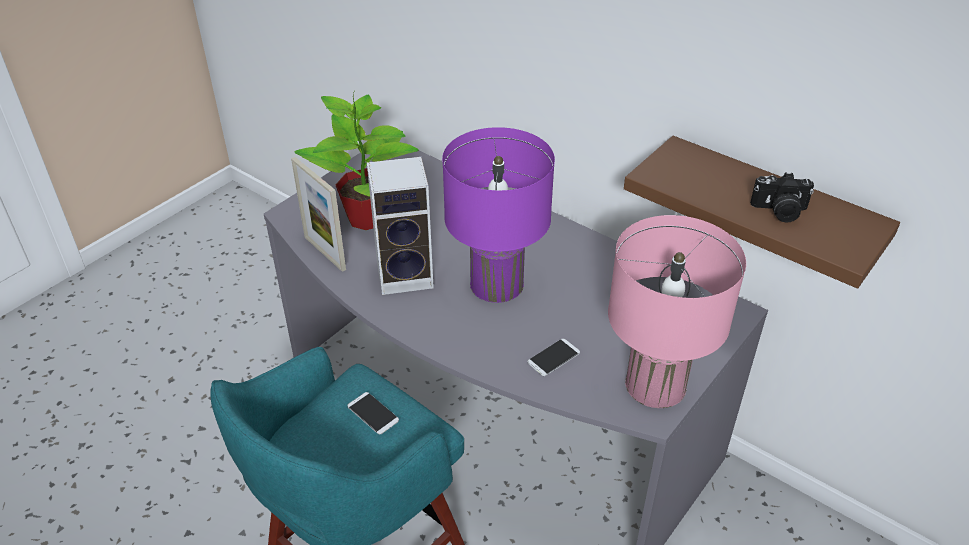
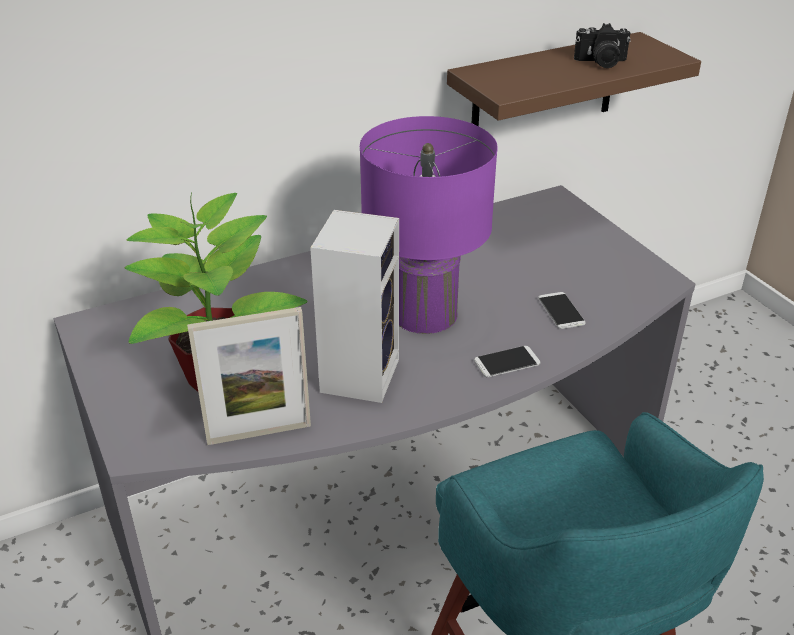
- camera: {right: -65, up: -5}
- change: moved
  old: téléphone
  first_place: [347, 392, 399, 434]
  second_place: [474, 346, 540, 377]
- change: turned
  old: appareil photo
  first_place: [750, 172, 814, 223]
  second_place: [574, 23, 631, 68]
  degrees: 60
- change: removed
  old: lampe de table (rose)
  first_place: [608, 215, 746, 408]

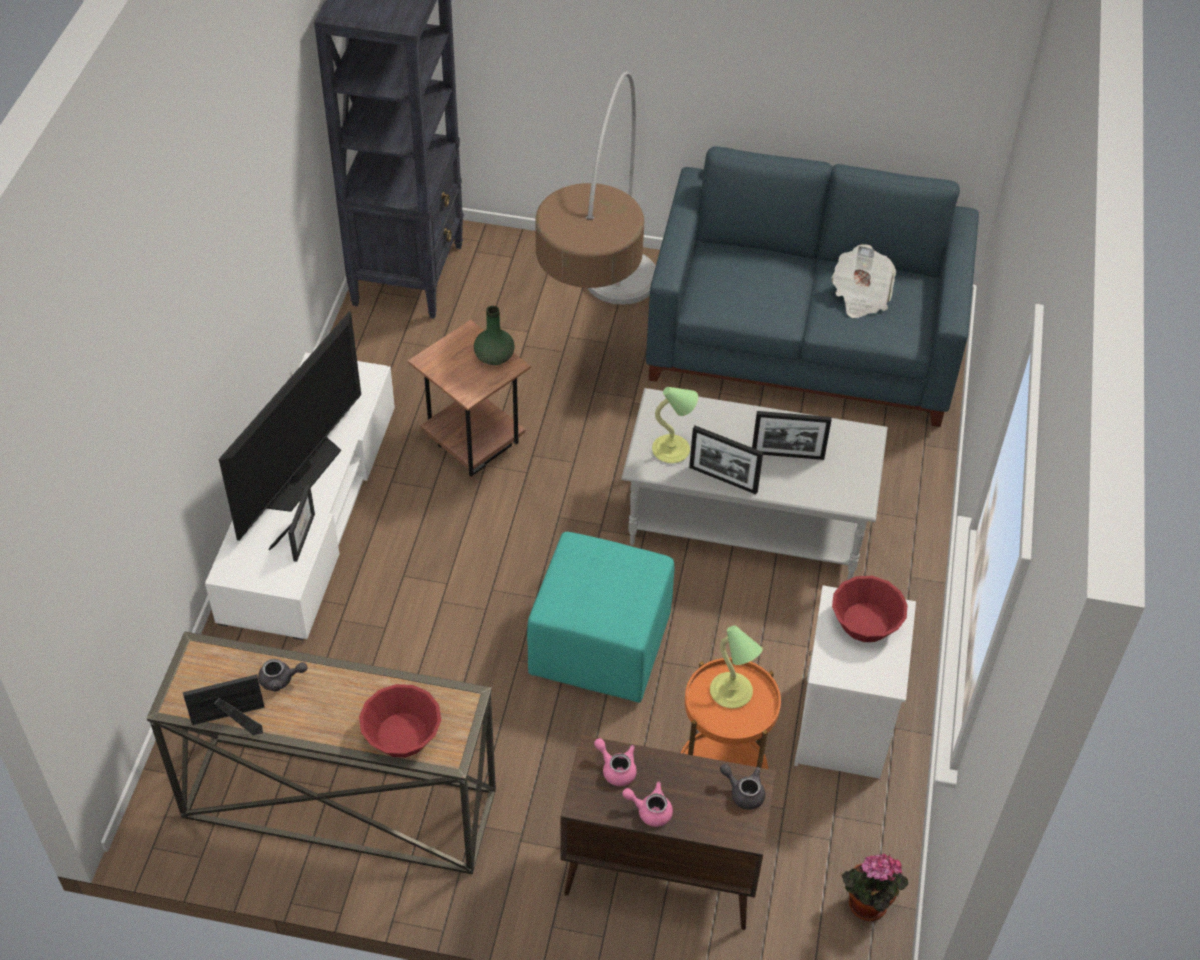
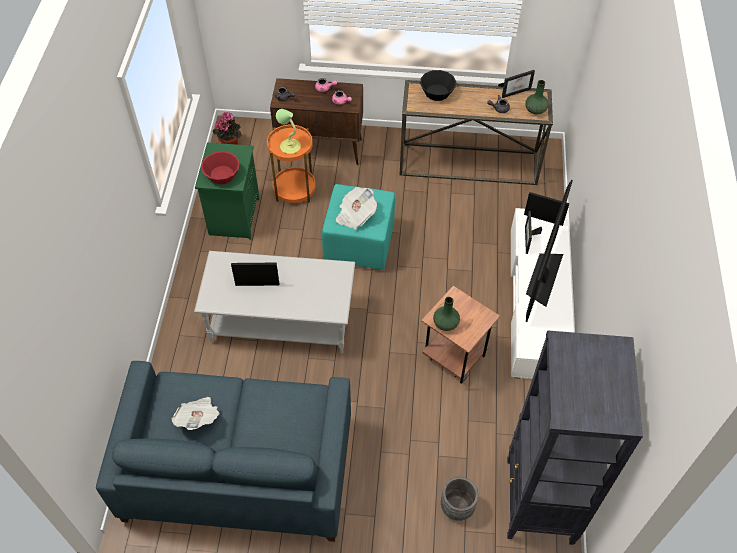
- camera: {right: 175, up: 5}
- change: recoloured
  old: table de chevet (blanc)
  new: table de chevet (vert)
  first_place: [794, 586, 916, 778]
  second_place: [195, 143, 260, 240]
- change: added
  new: journal
  second_place: [336, 187, 377, 229]
- change: recoloured
  old: bol (rouge)
  new: bol (noir)
  first_place: [359, 684, 441, 758]
  second_place: [420, 70, 456, 101]
- change: added
  new: cache-pot (gris)
  second_place: [441, 477, 478, 521]
- change: moved
  old: cadre photo
  first_place: [689, 426, 763, 494]
  second_place: [524, 192, 570, 226]
- change: added
  new: vase (vert)
  second_place: [525, 80, 549, 115]
- change: removed
  old: lampadaire
  first_place: [535, 71, 656, 305]
- change: removed
  old: lampe de table
  first_place: [652, 387, 698, 463]

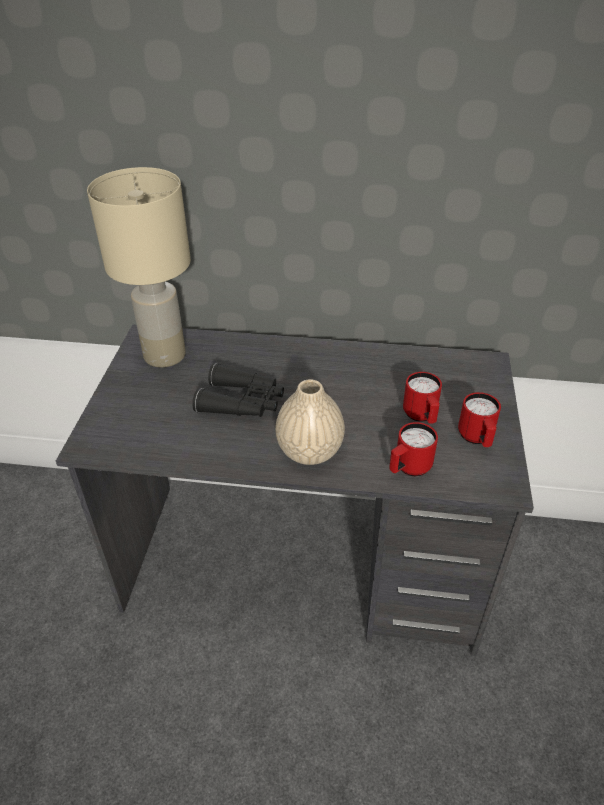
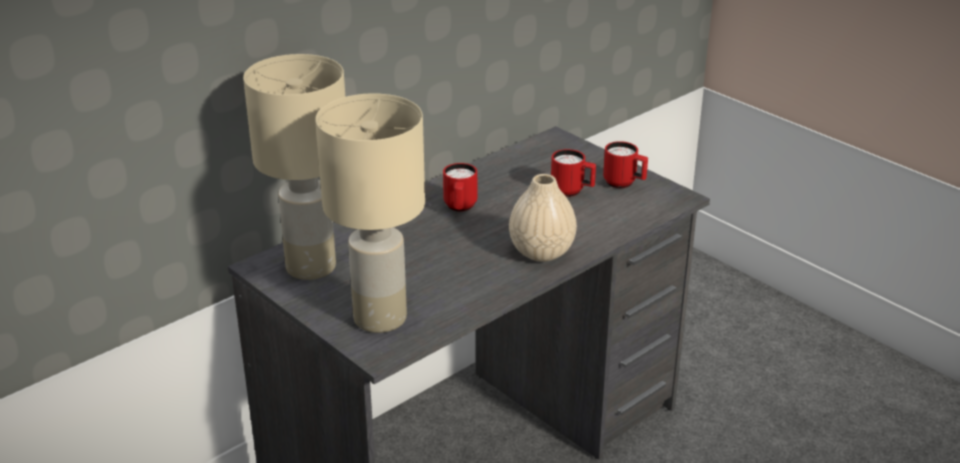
- camera: {right: -50, up: -10}
- change: added
  new: lampe de table (beige)
  second_place: [315, 93, 425, 333]
- change: moved
  old: mug (rouge)
  first_place: [389, 422, 438, 476]
  second_place: [443, 163, 477, 212]
- change: removed
  old: jumelles (noir)
  first_place: [192, 363, 284, 417]

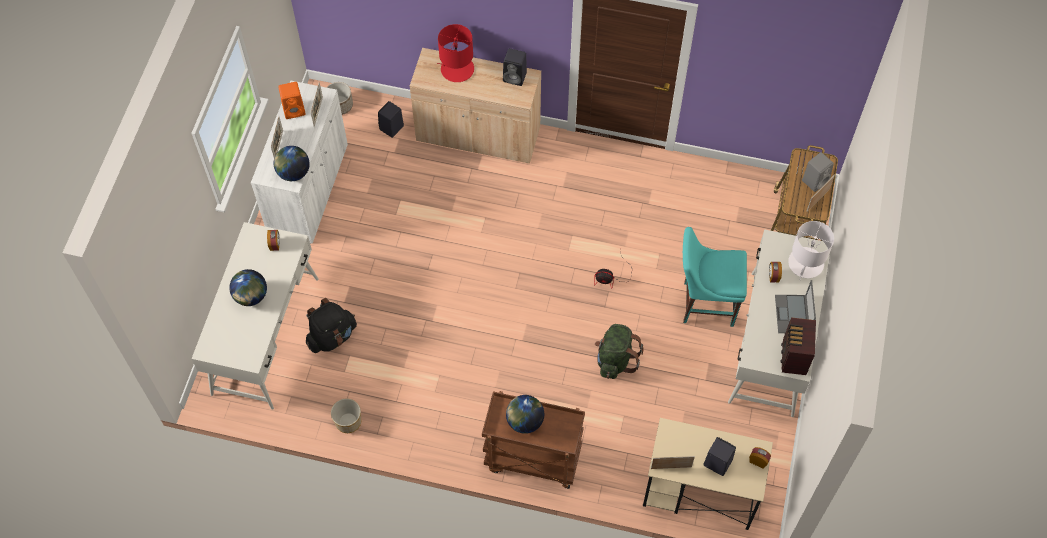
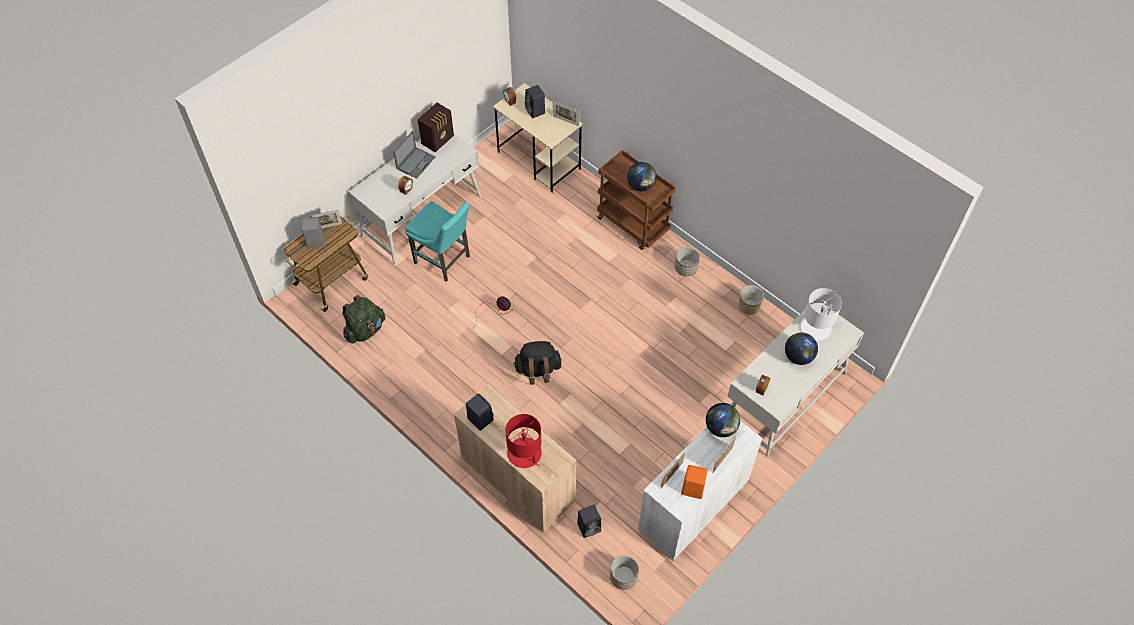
- camera: {right: -150, up: -5}
- change: moved
  old: sac à dos (vert)
  first_place: [595, 324, 644, 379]
  second_place: [342, 295, 385, 344]
- change: moved
  old: sac à dos (noir)
  first_place: [306, 298, 357, 353]
  second_place: [513, 341, 562, 385]
- change: added
  new: cache-pot
  second_place: [675, 247, 700, 276]
- change: moved
  old: lampe de table (blanc)
  first_place: [788, 221, 834, 281]
  second_place: [800, 288, 842, 341]

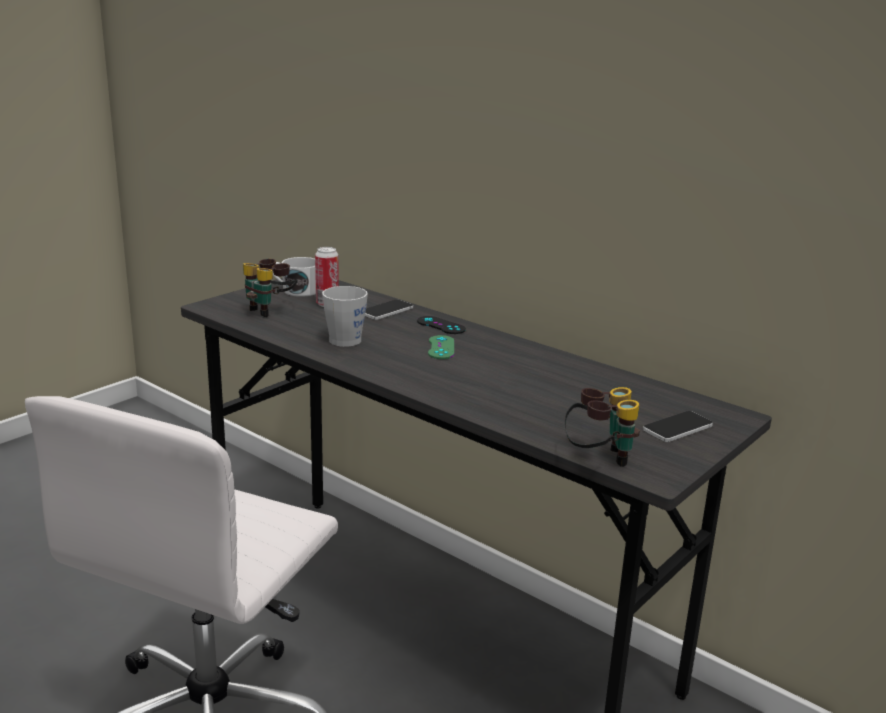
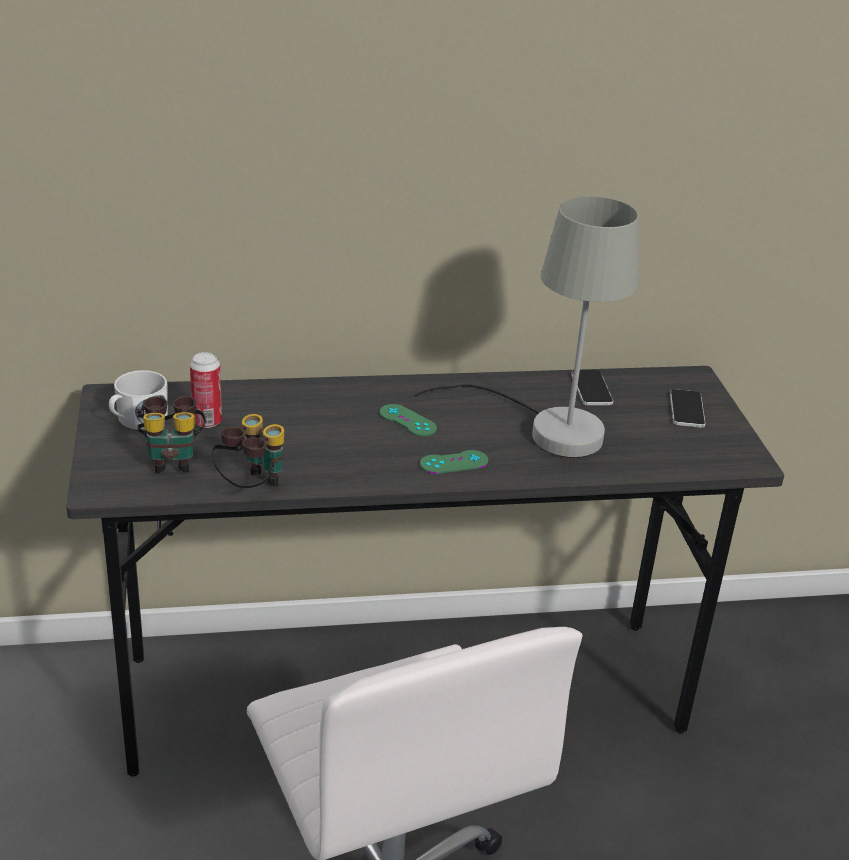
- camera: {right: -50, up: 10}
- change: moved
  old: jumelles
  first_place: [564, 387, 640, 467]
  second_place: [212, 414, 284, 488]
- change: added
  new: lampe de table (gris)
  second_place: [413, 196, 638, 458]
- change: added
  new: manette (vert)
  second_place: [420, 450, 488, 474]
- change: moved
  old: téléphone
  first_place: [365, 299, 413, 320]
  second_place: [571, 370, 613, 405]
- change: removed
  old: mug (gris)
  first_place: [322, 286, 368, 347]
- change: removed
  old: manette (noir)
  first_place: [417, 316, 466, 334]

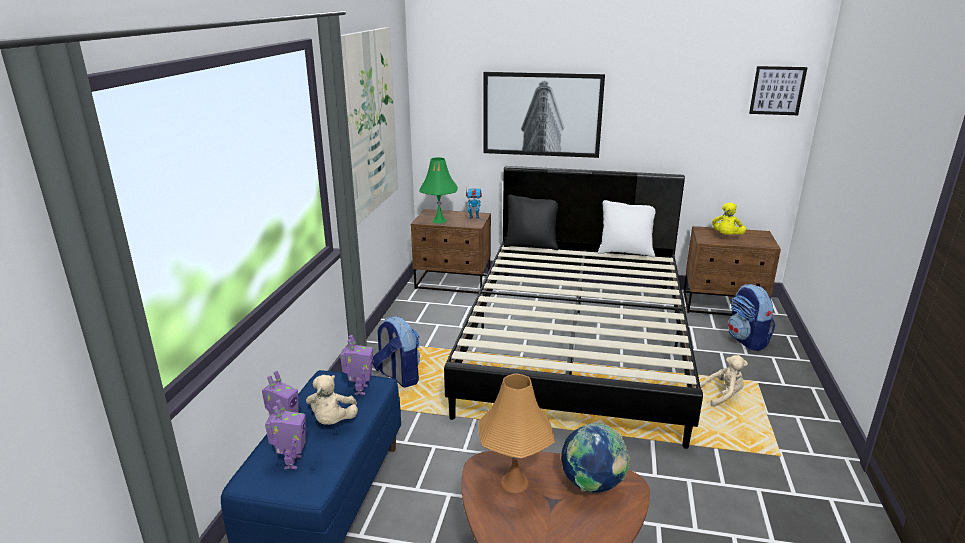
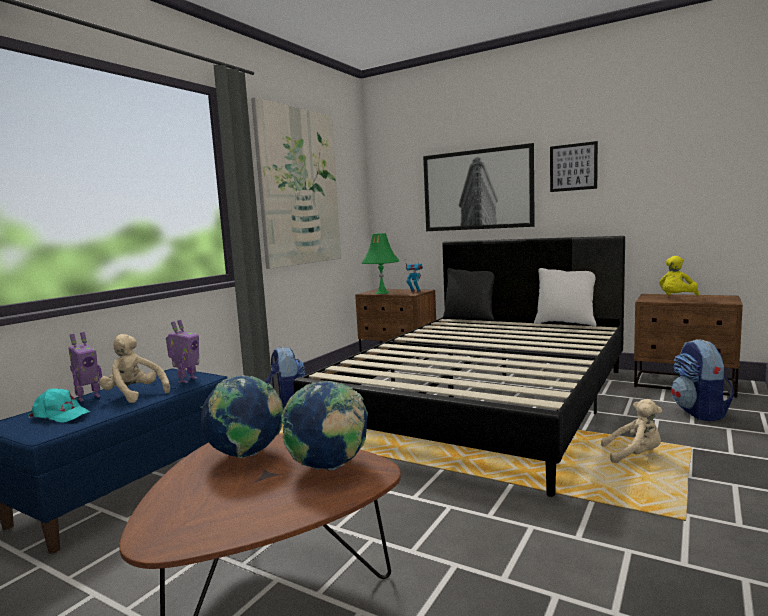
- camera: {right: 20, up: -15}
- change: replaced
  old: robot jouet
  new: casquette (turquoise)
  first_place: [265, 400, 306, 469]
  second_place: [28, 388, 90, 423]
- change: turned
  old: peluche (beige)
  first_place: [306, 375, 358, 425]
  second_place: [99, 334, 170, 403]
  degrees: 105
- change: replaced
  old: lampe de table (orange)
  new: globe
  first_place: [479, 373, 555, 493]
  second_place: [201, 375, 283, 459]
- change: moved
  old: tableau
  first_place: [749, 66, 808, 115]
  second_place: [550, 141, 598, 192]

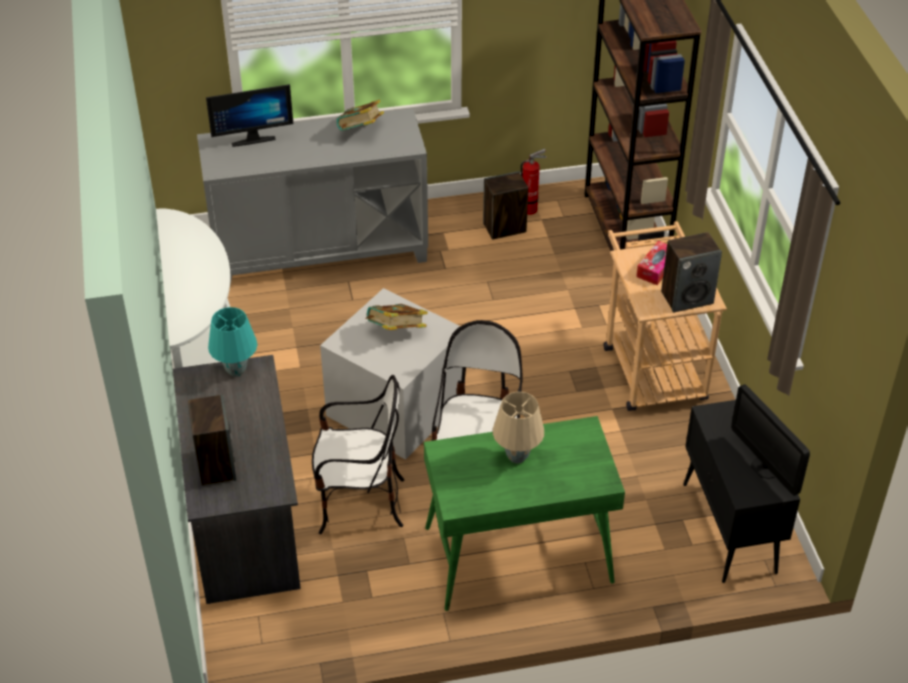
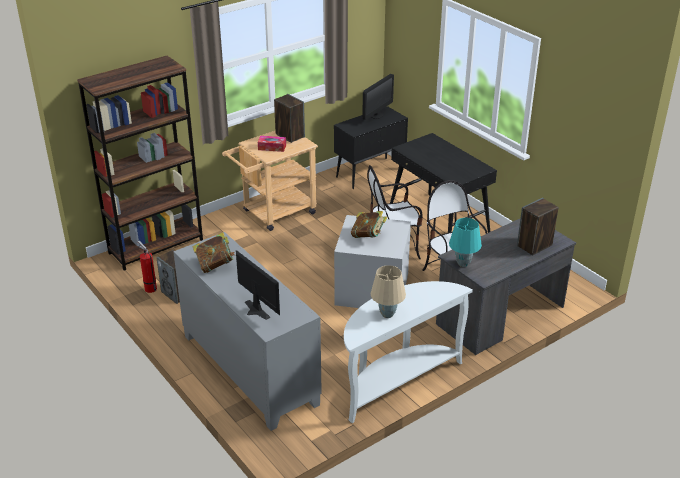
- camera: {right: -115, up: -10}
- change: moved
  old: lampe de table (beige)
  first_place: [493, 392, 544, 464]
  second_place: [371, 265, 406, 318]
- change: recoloured
  old: bureau (vert)
  new: bureau (noir)
  first_place: [424, 416, 625, 611]
  second_place: [390, 133, 497, 233]

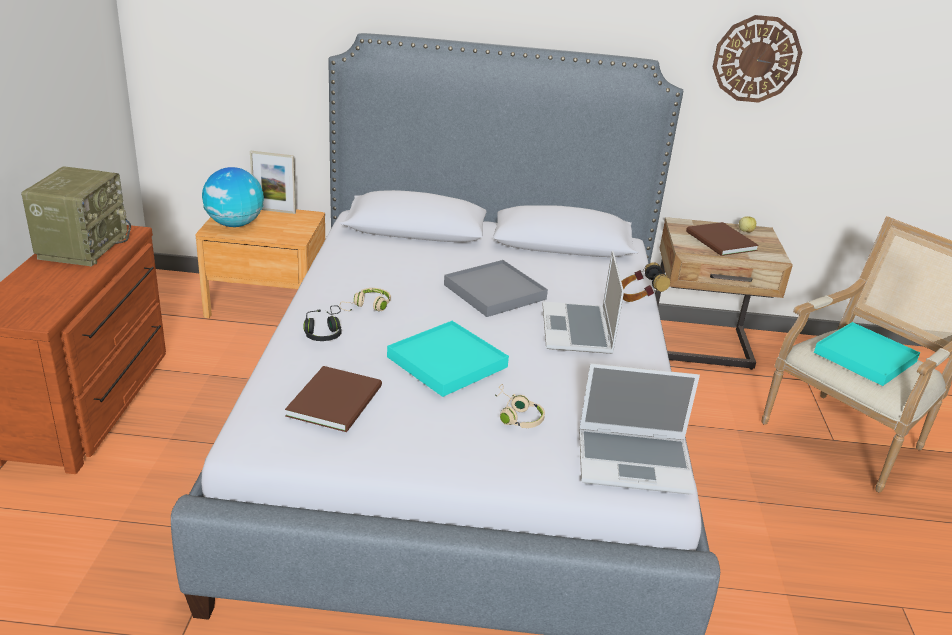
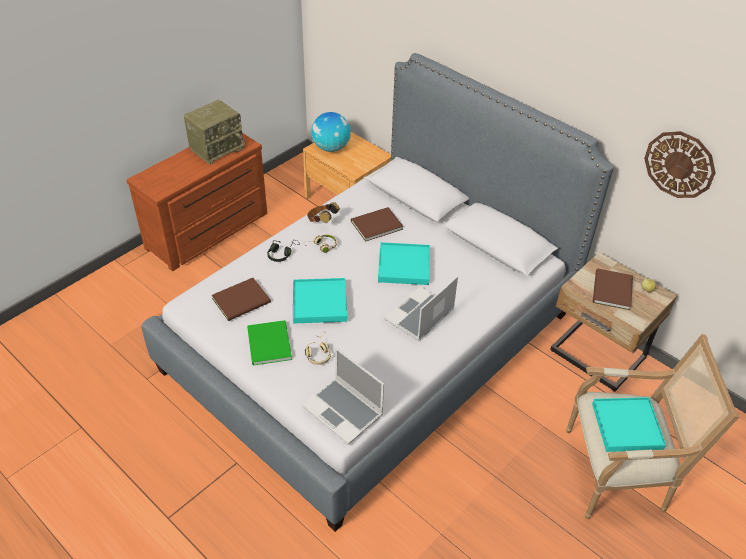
- camera: {right: 40, up: 15}
- change: added
  new: livre (vert)
  second_place: [247, 320, 292, 366]
- change: moved
  old: casque audio
  first_place: [621, 262, 670, 302]
  second_place: [307, 202, 340, 223]
- change: added
  new: livre (marron)
  second_place: [351, 207, 403, 242]
- change: recoloured
  old: plateau (gris)
  new: plateau (turquoise)
  first_place: [444, 260, 548, 317]
  second_place: [378, 242, 430, 285]
- change: removed
  old: cadre photo
  first_place: [250, 151, 296, 214]

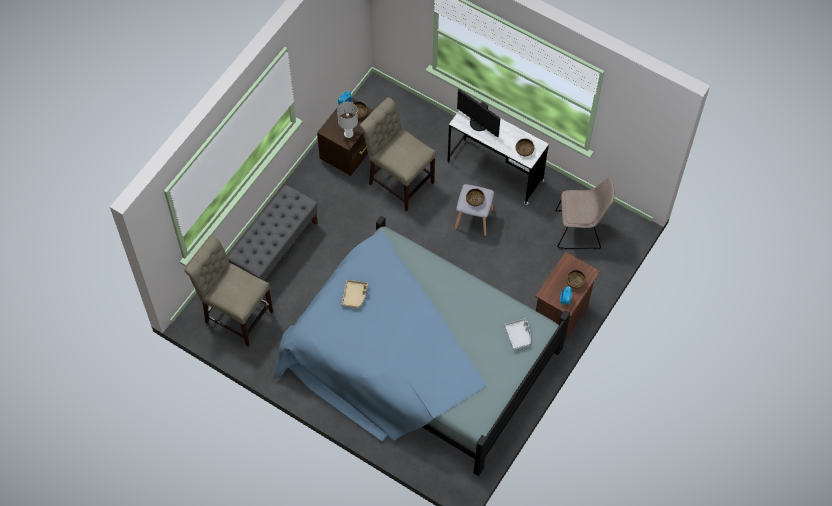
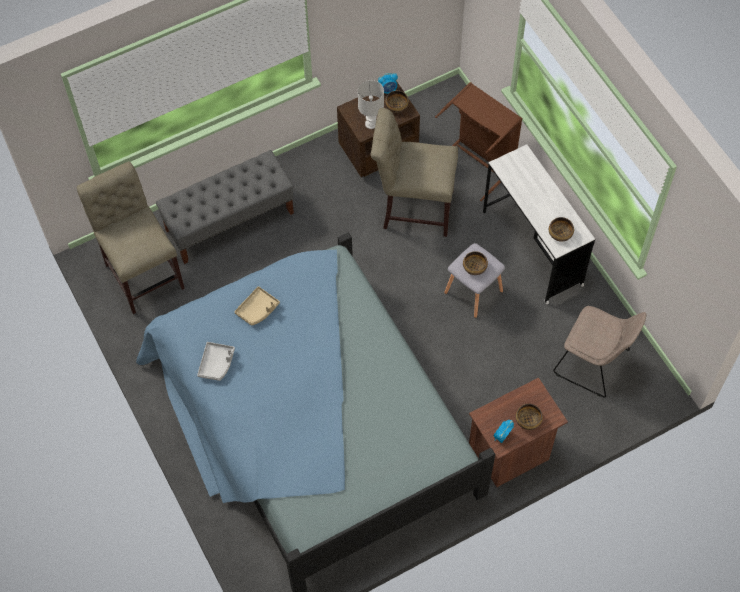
- camera: {right: 30, up: 0}
- change: moved
  old: plateau (gris)
  first_place: [504, 319, 531, 350]
  second_place: [197, 342, 235, 381]
- change: turned
  old: chaise (beige)
  first_place: [360, 97, 436, 212]
  second_place: [371, 108, 458, 237]
  degrees: -60
- change: added
  new: panier à linge (marron)
  second_place: [435, 82, 522, 201]
- change: removed
  old: écran d'ordinateur
  first_place: [457, 89, 500, 137]

